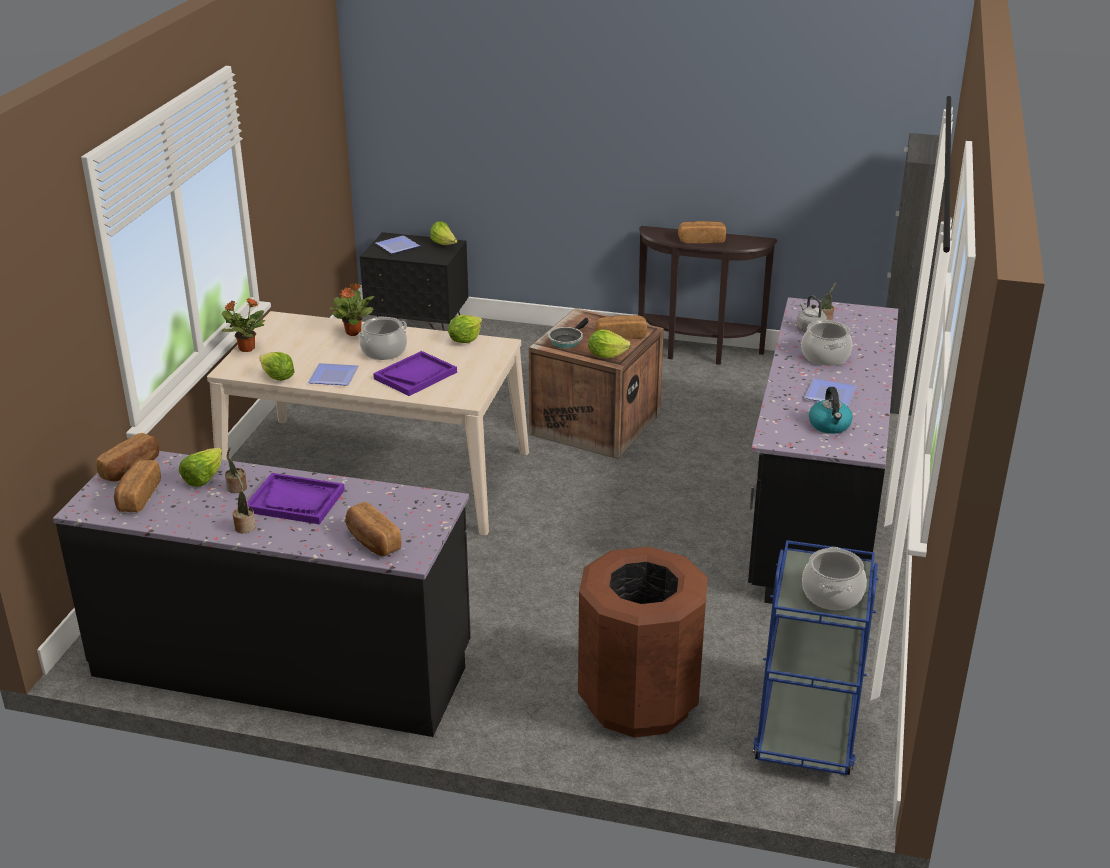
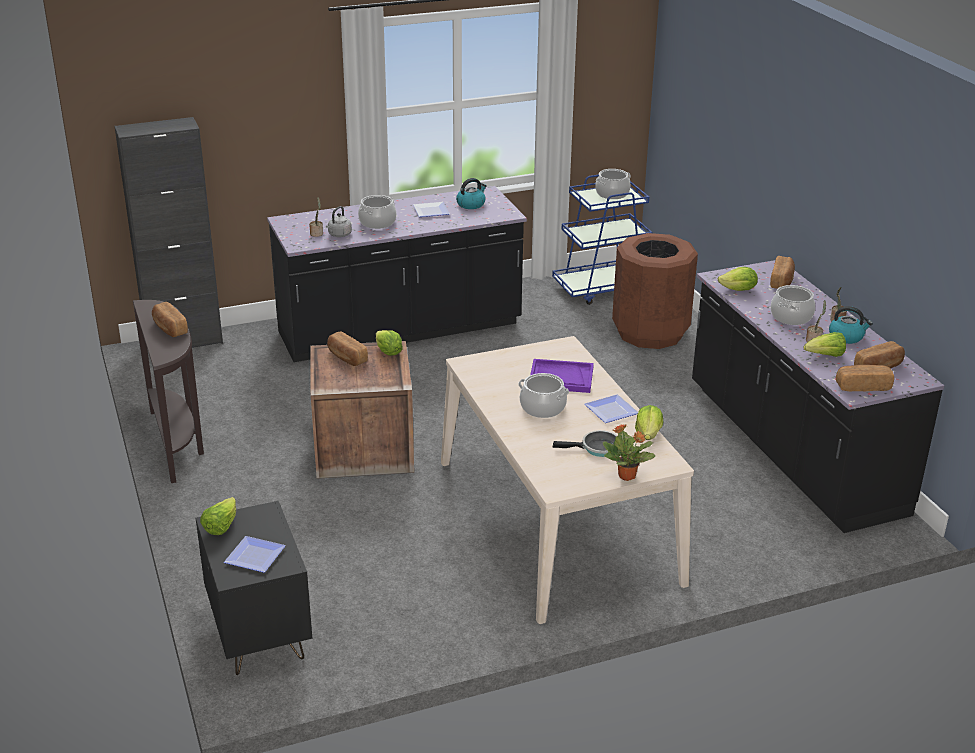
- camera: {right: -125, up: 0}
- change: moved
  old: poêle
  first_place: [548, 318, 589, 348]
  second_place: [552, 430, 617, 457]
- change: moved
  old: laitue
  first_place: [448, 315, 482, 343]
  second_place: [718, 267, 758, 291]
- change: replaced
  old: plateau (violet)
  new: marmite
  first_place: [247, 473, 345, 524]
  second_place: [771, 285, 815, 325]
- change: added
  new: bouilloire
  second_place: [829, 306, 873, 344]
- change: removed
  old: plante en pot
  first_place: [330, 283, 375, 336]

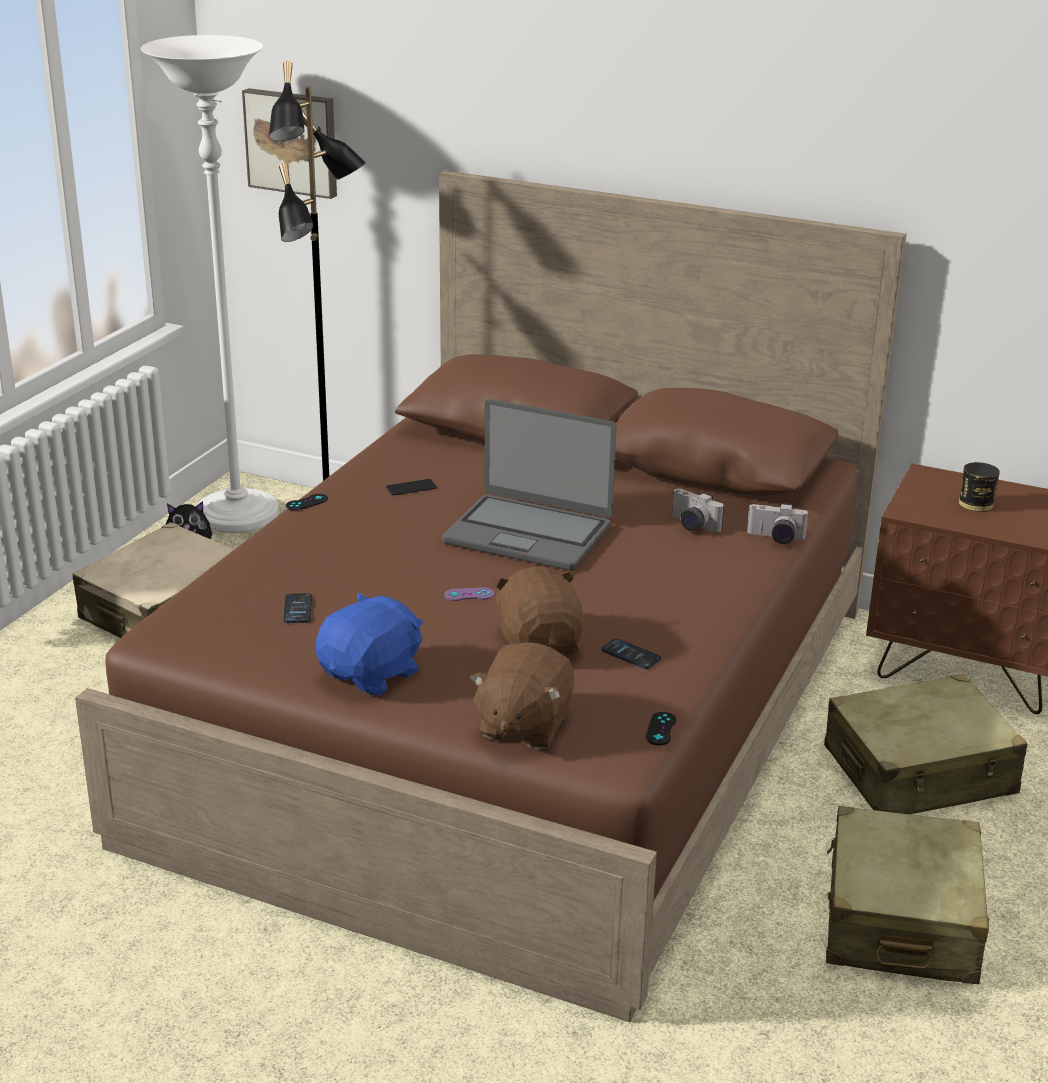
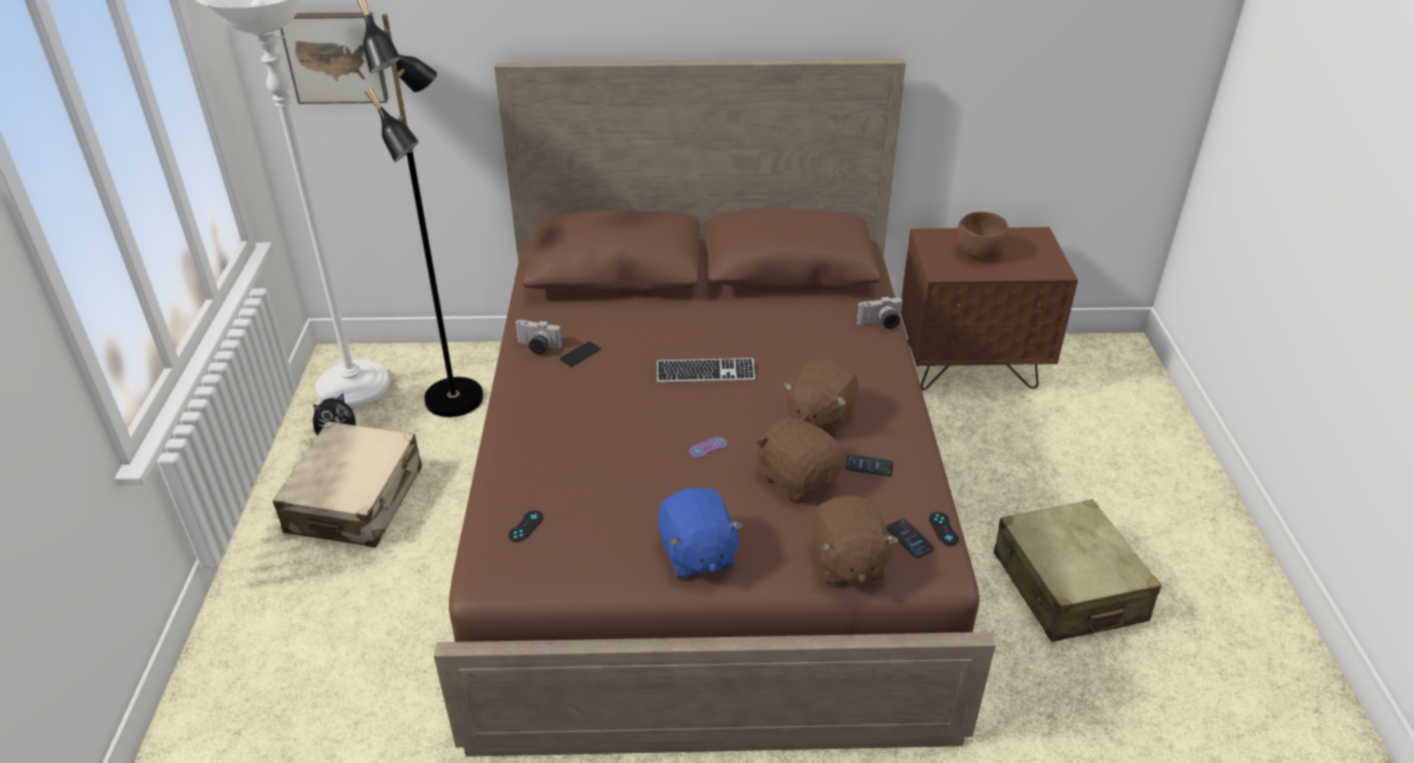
- camera: {right: -25, up: 10}
- change: moved
  old: manette (noir)
  first_place: [286, 494, 328, 510]
  second_place: [508, 510, 544, 542]
- change: moved
  old: appareil photo
  first_place: [672, 488, 724, 532]
  second_place: [514, 320, 562, 354]
- change: replaced
  old: ordinateur portable
  new: clavier
  first_place: [442, 399, 617, 571]
  second_place: [657, 358, 755, 383]
- change: turned
  old: peluche (bleu)
  first_place: [315, 592, 424, 696]
  second_place: [658, 487, 744, 579]
  degrees: 150
- change: added
  new: peluche (marron)
  second_place: [783, 359, 858, 438]
- change: moved
  old: téléphone
  first_place: [284, 593, 312, 623]
  second_place: [887, 519, 934, 558]
- change: replaced
  old: boîte métallique
  new: bol (marron)
  first_place: [958, 462, 1000, 512]
  second_place: [957, 212, 1009, 259]
- change: removed
  old: valise (beige)
  first_place: [824, 674, 1027, 814]

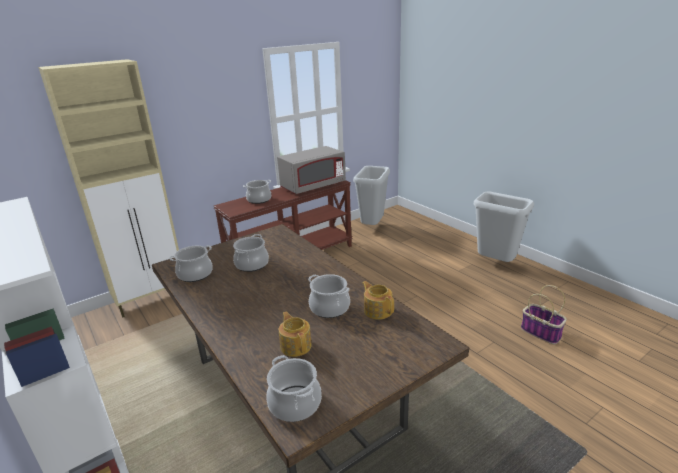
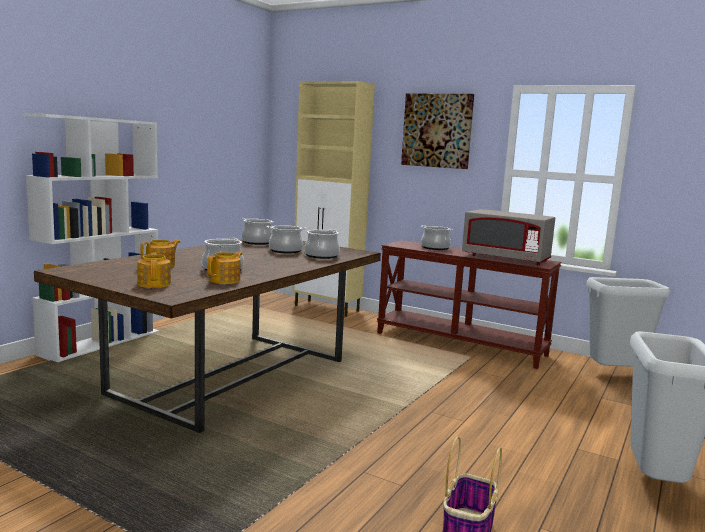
- camera: {right: 65, up: -15}
- change: added
  new: théière
  second_place: [137, 253, 171, 288]
- change: moved
  old: marmite
  first_place: [266, 355, 322, 422]
  second_place: [304, 229, 340, 259]
- change: added
  new: tableau
  second_place: [401, 94, 474, 169]

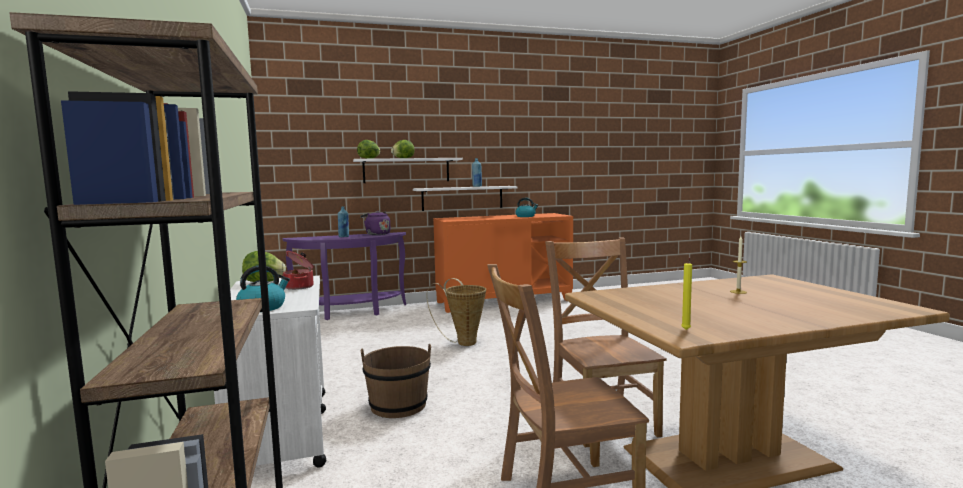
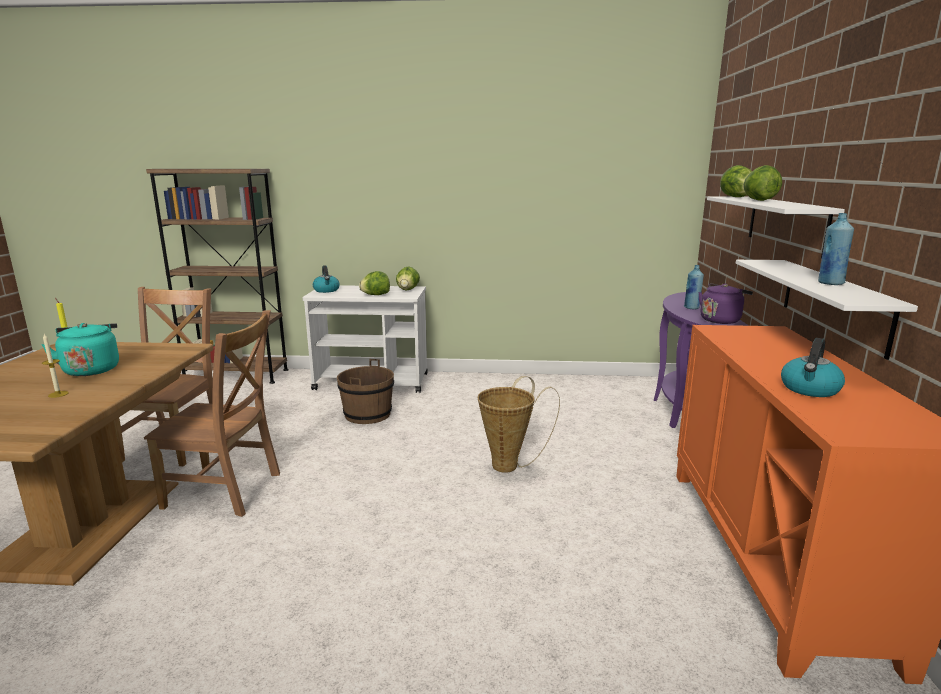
- camera: {right: 110, up: 10}
- change: added
  new: bouilloire (turquoise)
  second_place: [42, 323, 119, 376]
- change: replaced
  old: marmite
  new: laitue
  first_place: [282, 251, 314, 290]
  second_place: [359, 271, 390, 295]

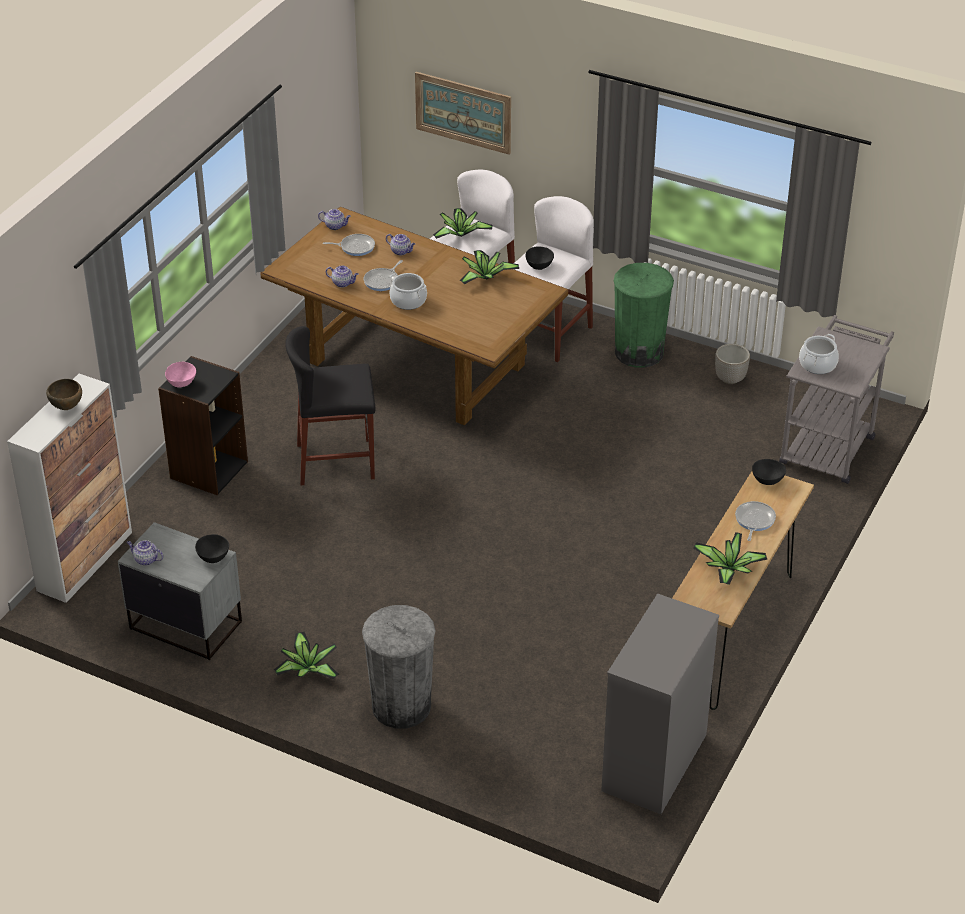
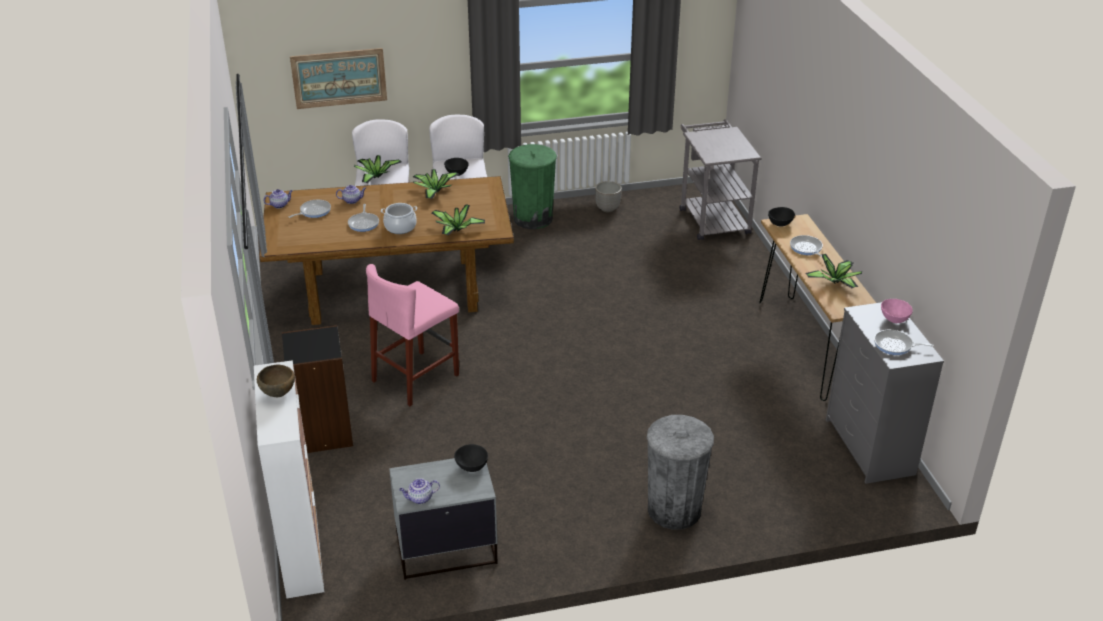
- camera: {right: -40, up: -5}
- change: recoloured
  old: tabouret (noir)
  new: tabouret (rose)
  first_place: [285, 326, 376, 485]
  second_place: [366, 264, 459, 406]
- change: moved
  old: plante en pot
  first_place: [274, 632, 339, 680]
  second_place: [432, 204, 485, 235]
- change: added
  new: poêle
  second_place: [874, 330, 934, 355]
- change: moved
  old: bol (rose)
  first_place: [165, 362, 196, 388]
  second_place: [881, 299, 913, 323]
- change: removed
  old: théière
  first_place: [326, 266, 358, 288]
- change: removed
  old: marmite
  first_place: [799, 334, 839, 374]

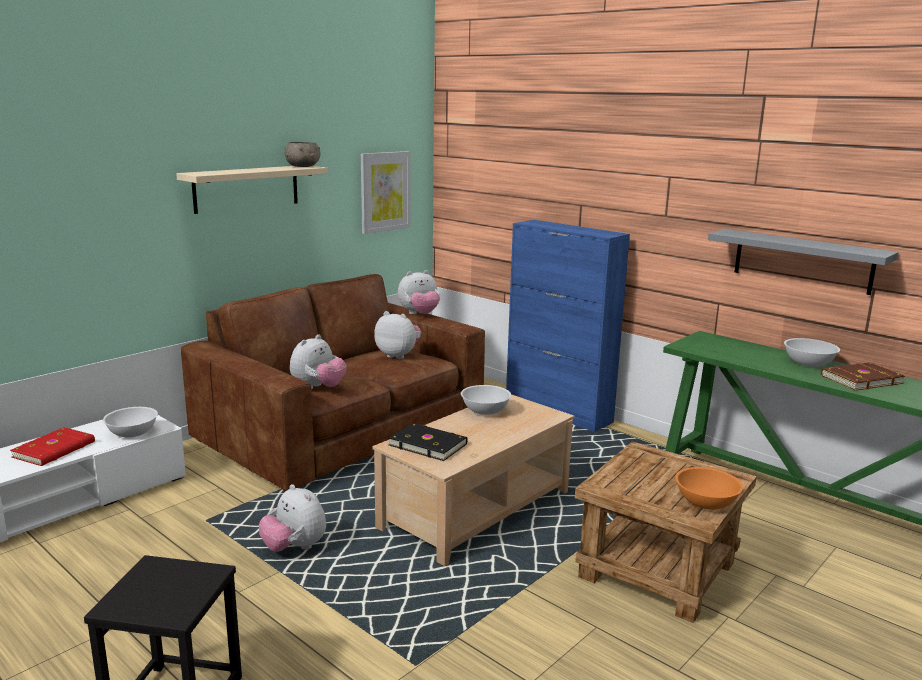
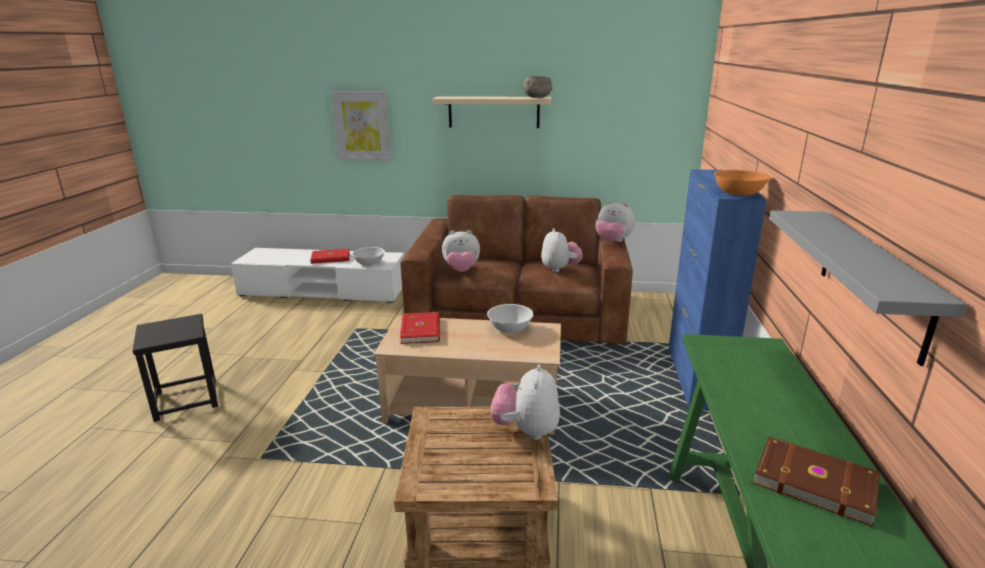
- camera: {right: 55, up: 5}
- change: moved
  old: tableau
  first_place: [361, 151, 410, 234]
  second_place: [331, 91, 391, 161]
- change: recoloured
  old: livre (noir)
  new: livre (rouge)
  first_place: [389, 423, 468, 461]
  second_place: [400, 312, 440, 344]
- change: moved
  old: peluche
  first_place: [259, 484, 326, 552]
  second_place: [491, 364, 560, 440]
- change: moved
  old: bol (orange)
  first_place: [675, 467, 743, 510]
  second_place: [714, 170, 770, 196]
- change: removed
  old: bol (blanc)
  first_place: [784, 338, 840, 367]

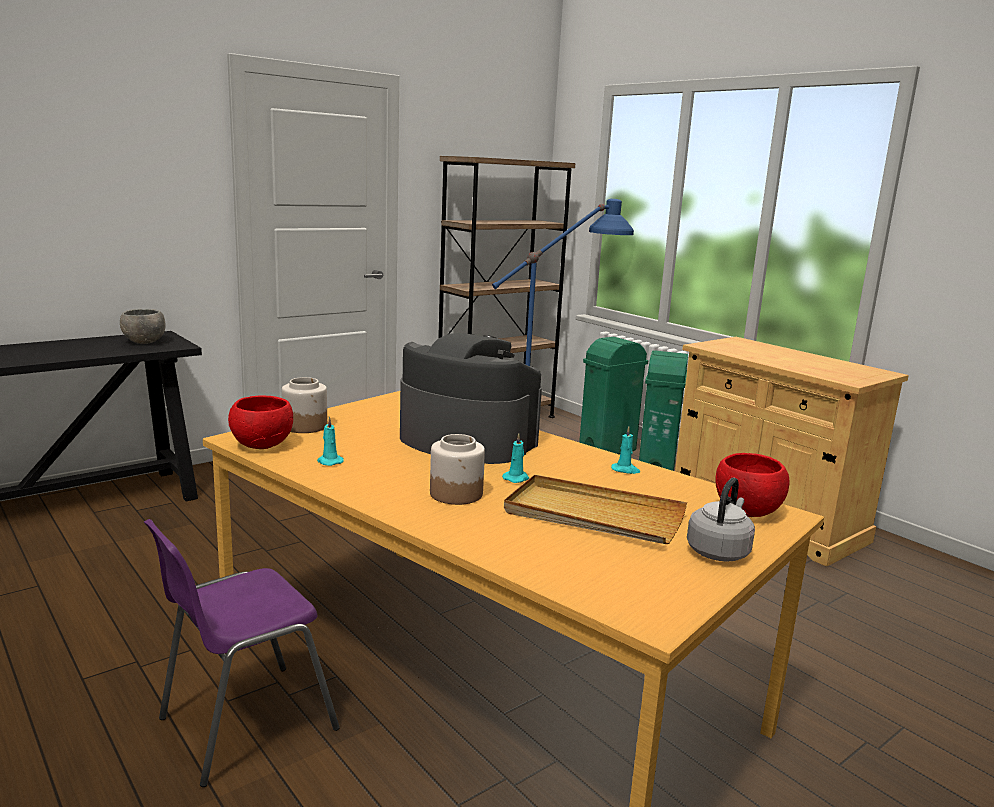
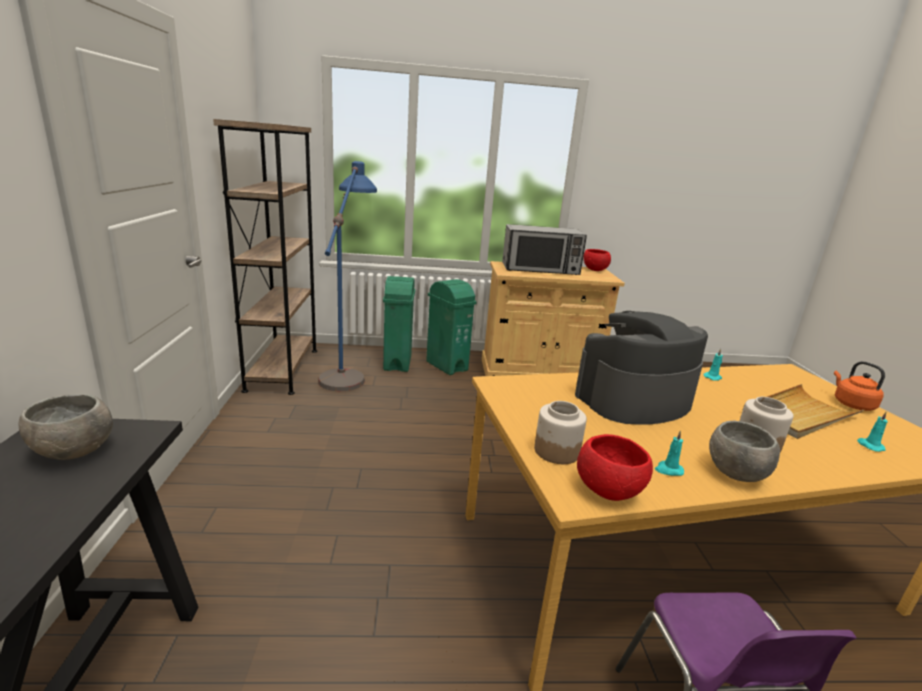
- camera: {right: -55, up: 5}
- change: added
  new: micro-ondes
  second_place: [502, 224, 587, 275]
- change: moved
  old: bol (rouge)
  first_place: [715, 453, 789, 517]
  second_place: [583, 249, 611, 271]
- change: added
  new: bol (gris)
  second_place: [709, 421, 780, 482]
- change: recoloured
  old: bouilloire (gris)
  new: bouilloire (orange)
  first_place: [687, 477, 755, 562]
  second_place: [834, 361, 885, 411]
- change: moved
  old: bougie (turquoise)
  first_place: [502, 433, 529, 483]
  second_place: [857, 412, 888, 452]

